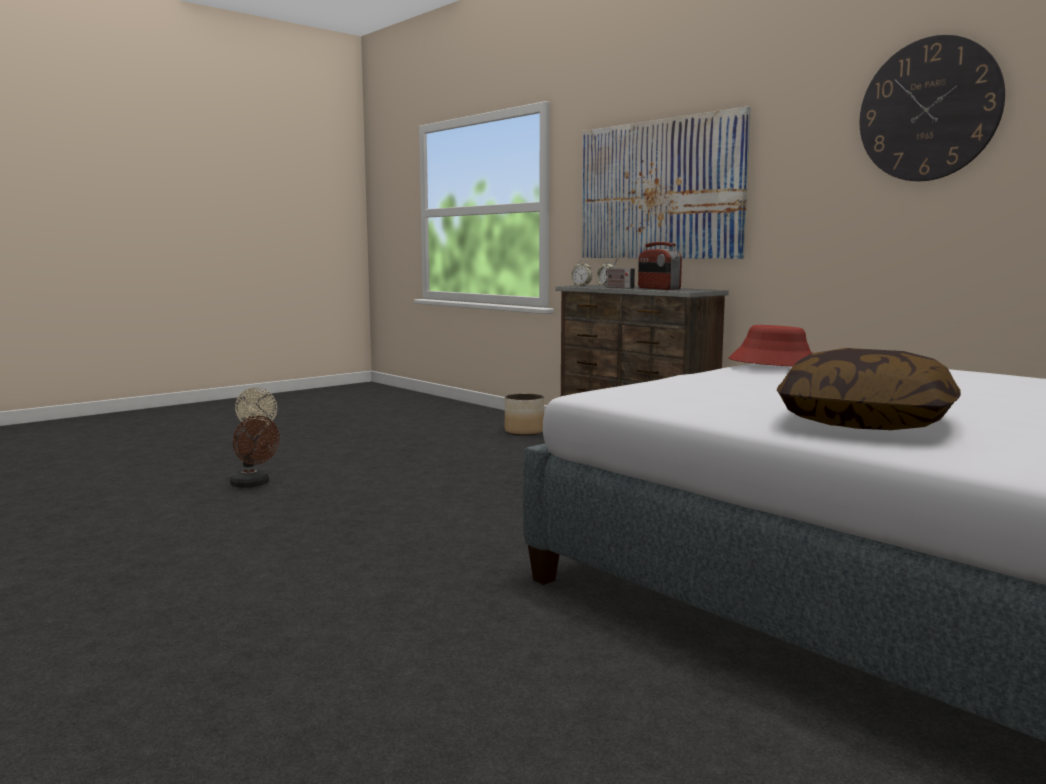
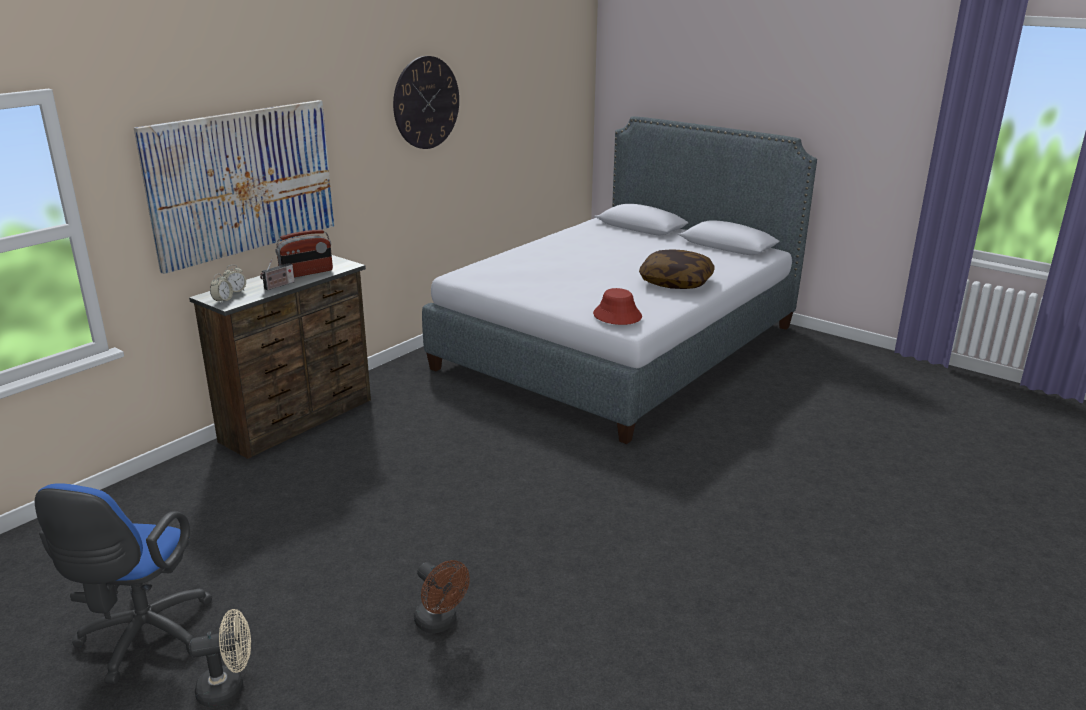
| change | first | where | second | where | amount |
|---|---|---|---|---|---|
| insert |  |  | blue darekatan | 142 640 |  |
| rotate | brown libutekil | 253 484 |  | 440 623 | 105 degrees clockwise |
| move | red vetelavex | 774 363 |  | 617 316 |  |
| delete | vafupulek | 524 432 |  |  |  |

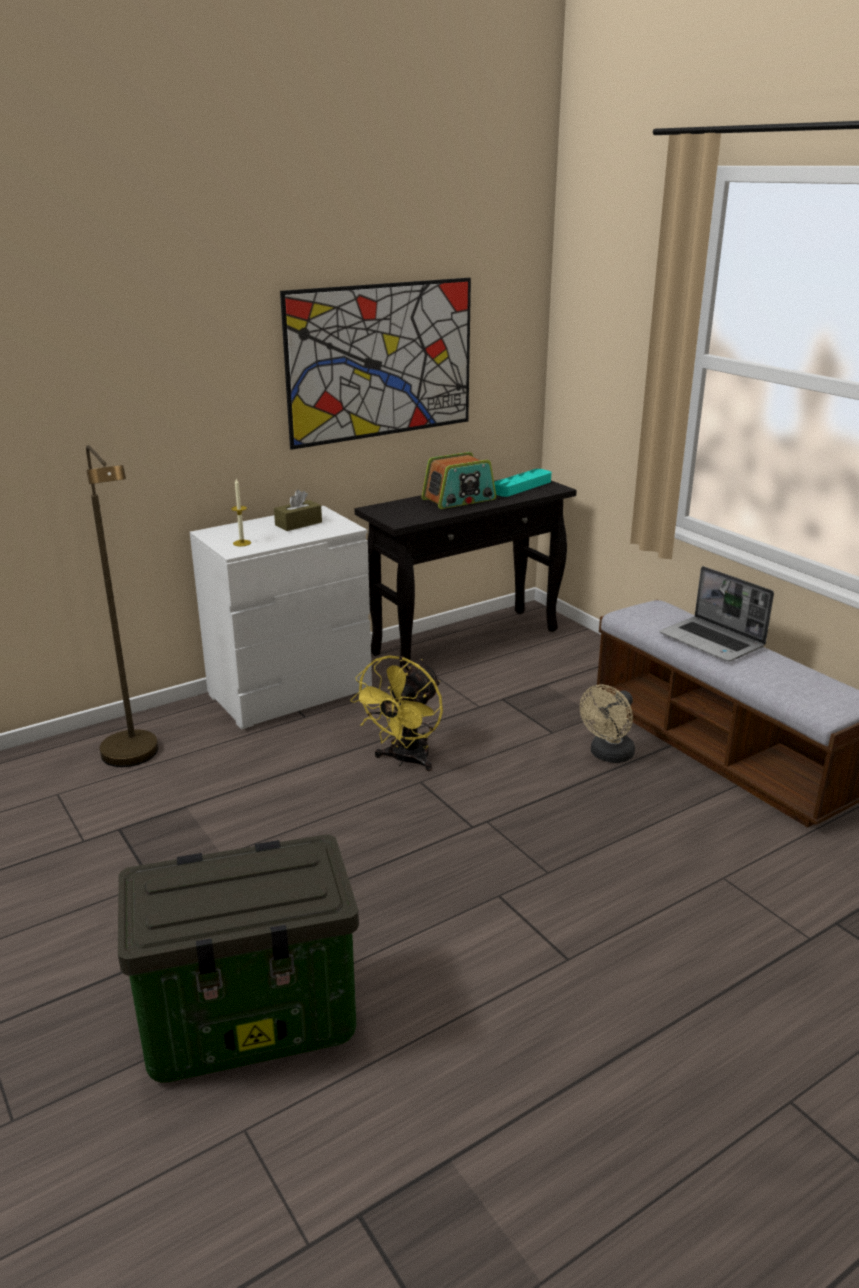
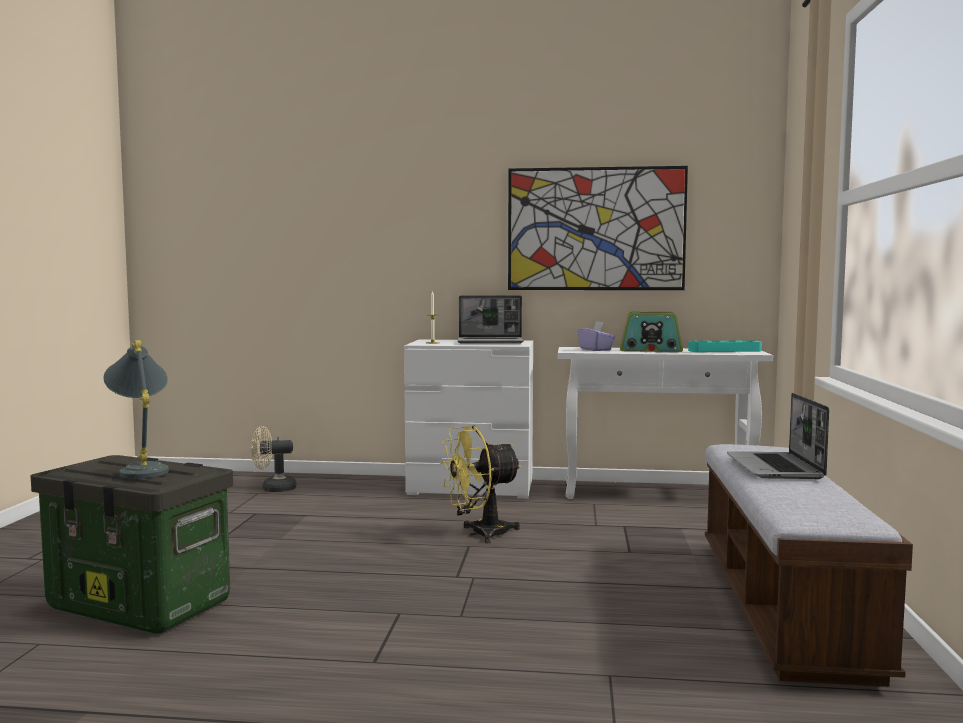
| change | first | where | second | where | amount |
|---|---|---|---|---|---|
| insert |  |  | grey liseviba | 142 469 |  |
| move | beige libutekil | 608 755 |  | 273 489 |  |
| replace | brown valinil | 298 524 | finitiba | 491 342 |  |
| recolor | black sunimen | 467 641 | white sunimen | 658 493 |  |
| insert |  |  | purple valinil | 596 349 |  |
| delete | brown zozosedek | 136 759 |  |  |  |

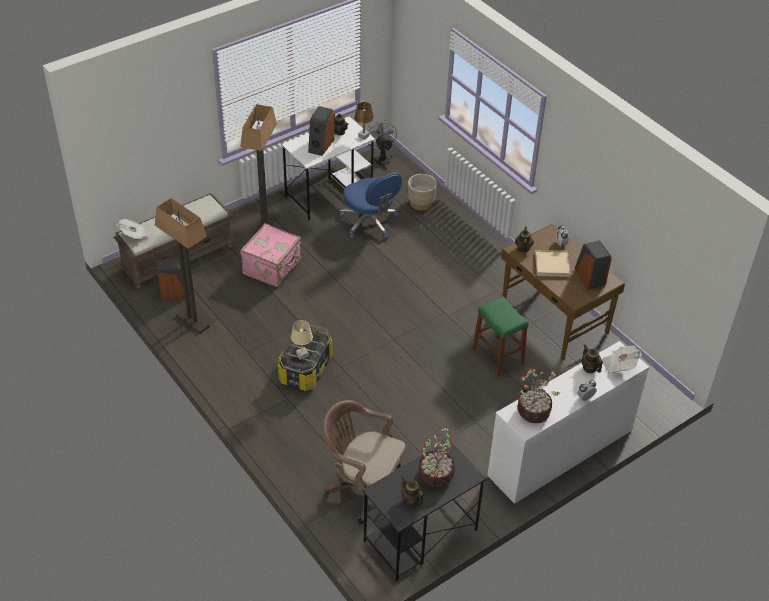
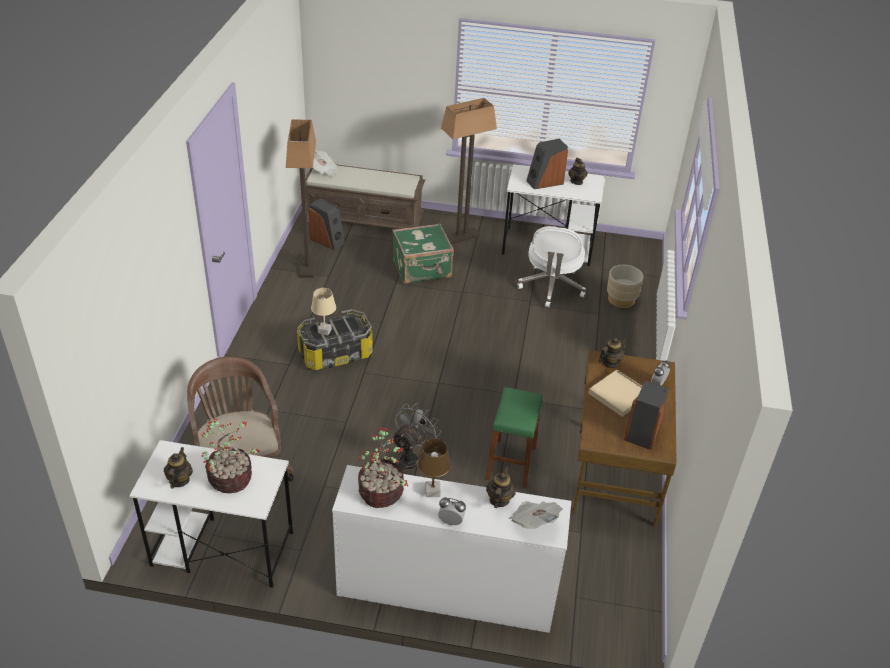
| change | first | where | second | where | amount |
|---|---|---|---|---|---|
| recolor | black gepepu | 419 536 | white gepepu | 221 549 |  |
| recolor | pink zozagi | 273 268 | green zozagi | 422 269 |  |
| move | grey libutekil | 381 159 |  | 411 459 |  |
| move | brown liseviba | 363 136 |  | 432 491 |  |
| recolor | blue darekatan | 370 223 | white darekatan | 551 287 |  |

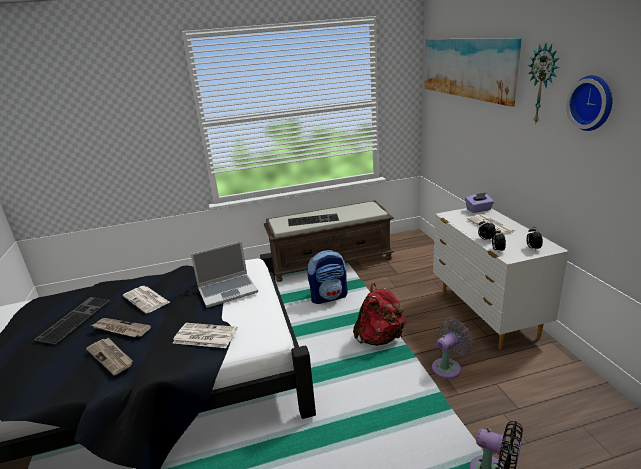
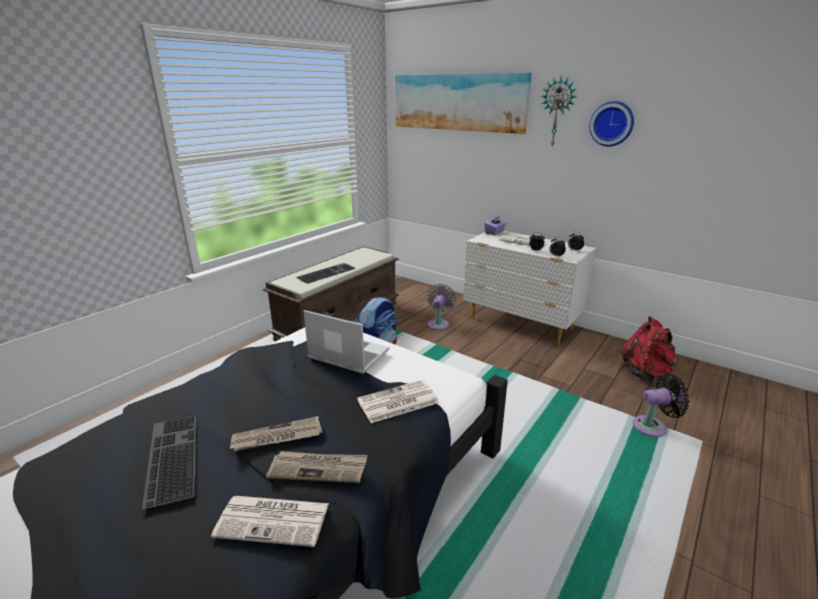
| change | first | where | second | where | amount |
|---|---|---|---|---|---|
| move | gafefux | 147 299 |  | 274 520 |  |
| rotate | finitiba | 228 290 |  | 347 355 | 90 degrees counterclockwise |
| move | grey libutekil | 448 367 |  | 439 324 |  |
| move | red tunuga | 379 338 |  | 646 373 |  |

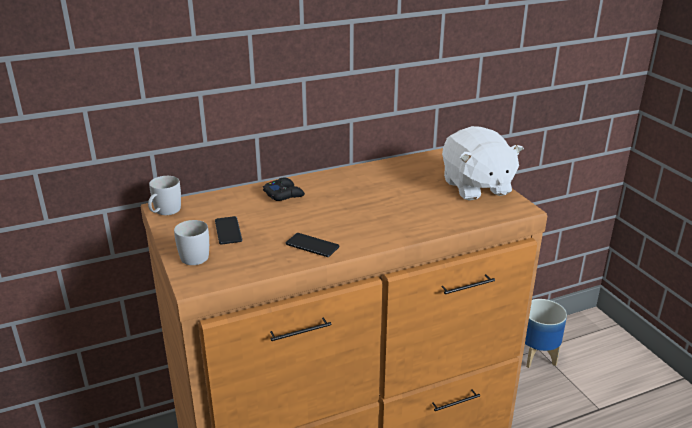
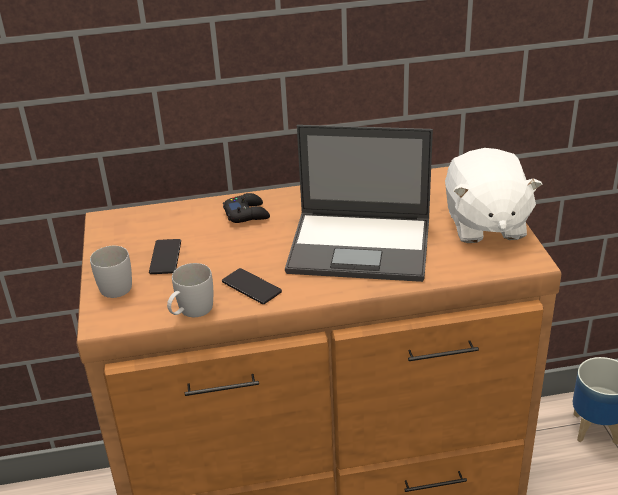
| change | first | where | second | where | amount |
|---|---|---|---|---|---|
| move | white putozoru | 164 212 |  | 191 311 |  |
| insert |  |  | finitiba | 362 246 |  |

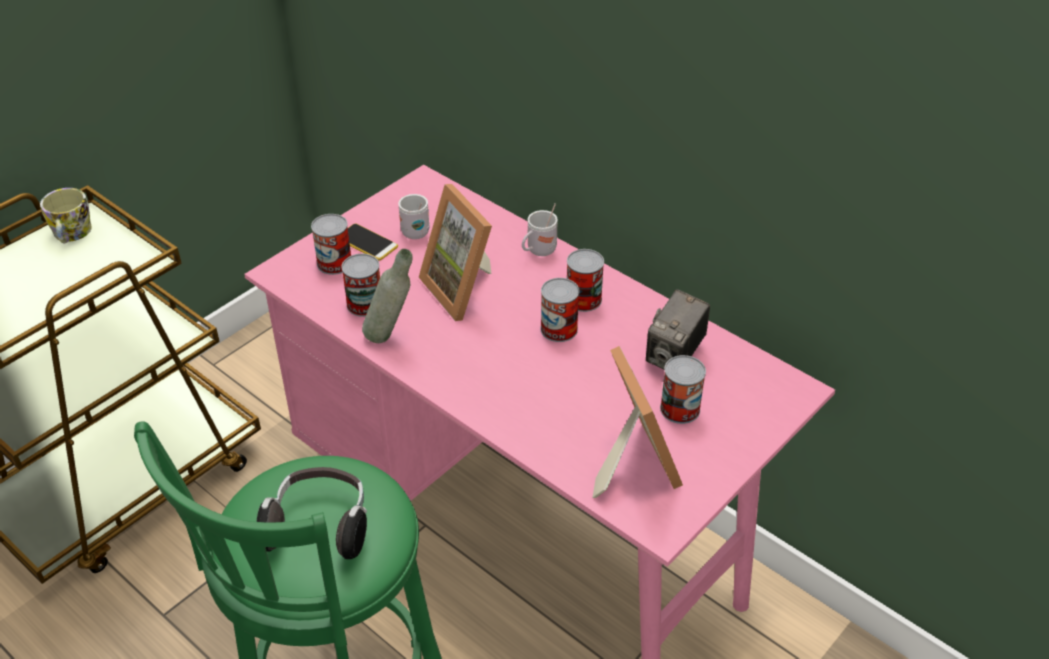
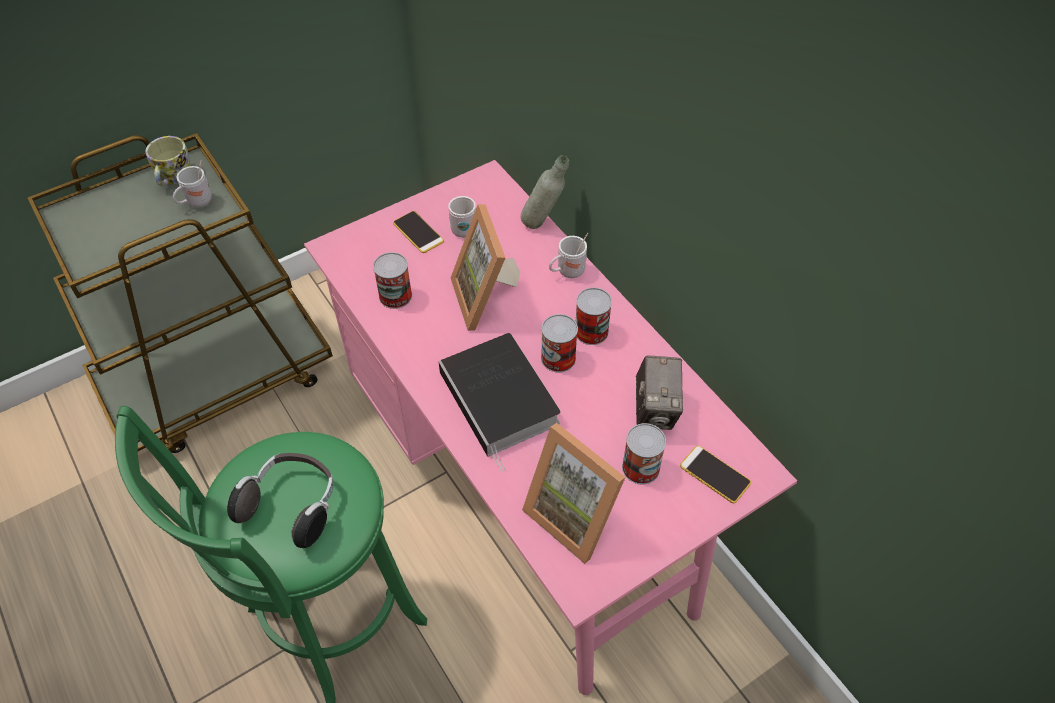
| change | first | where | second | where | amount |
|---|---|---|---|---|---|
| insert |  |  | white putozoru | 196 203 |  |
| insert |  |  | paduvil | 501 401 |  |
| move | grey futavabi | 391 336 |  | 543 225 |  |
| rotate | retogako | 631 462 |  | 576 514 | 135 degrees clockwise |
| rotate | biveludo | 674 356 |  | 655 410 | 45 degrees counterclockwise |
| insert |  |  | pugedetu | 715 474 |  |
| delete | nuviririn | 334 263 |  |  |  |

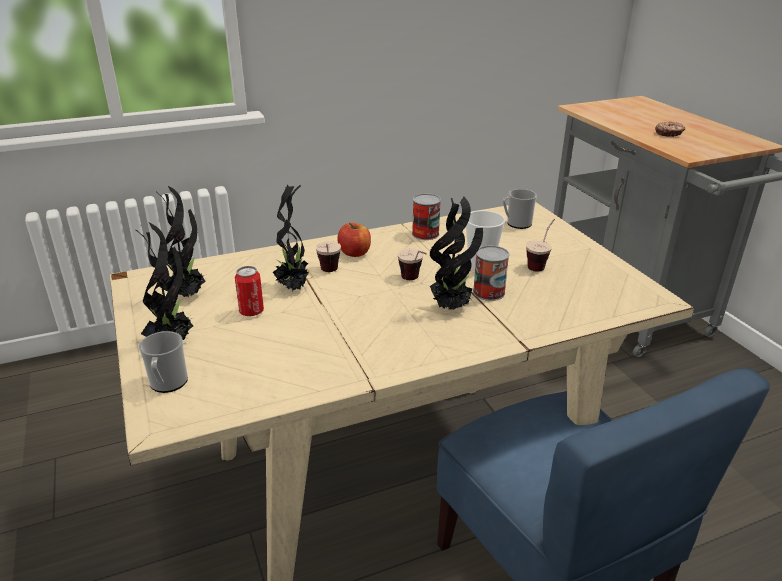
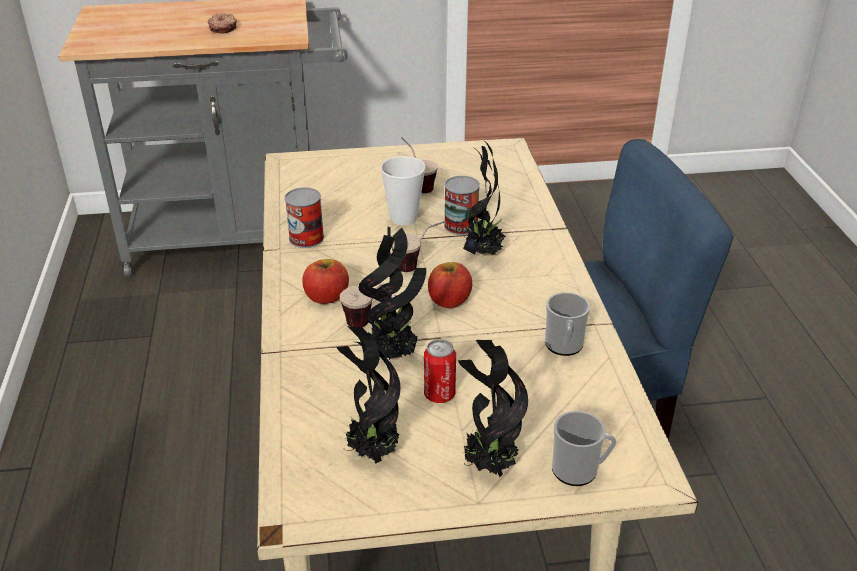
| change | first | where | second | where | amount |
|---|---|---|---|---|---|
| insert |  |  | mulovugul | 449 300 |  |
| move | putozoru | 516 224 |  | 564 347 |  |

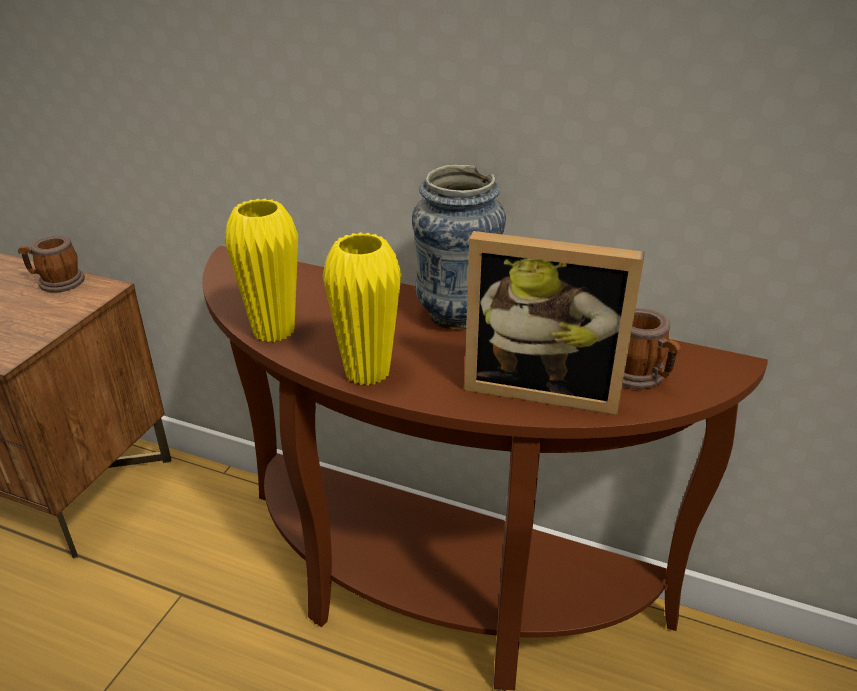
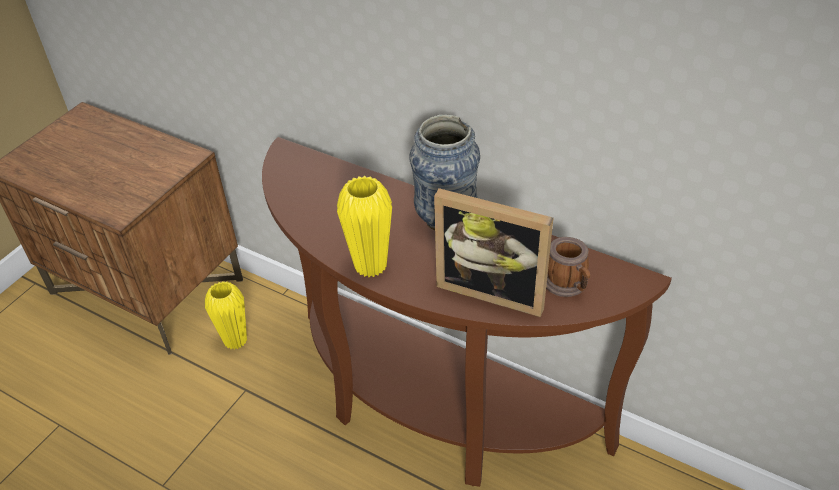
| change | first | where | second | where | amount |
|---|---|---|---|---|---|
| move | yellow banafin | 273 331 |  | 235 340 |  |
| delete | putozoru | 56 282 |  |  |  |

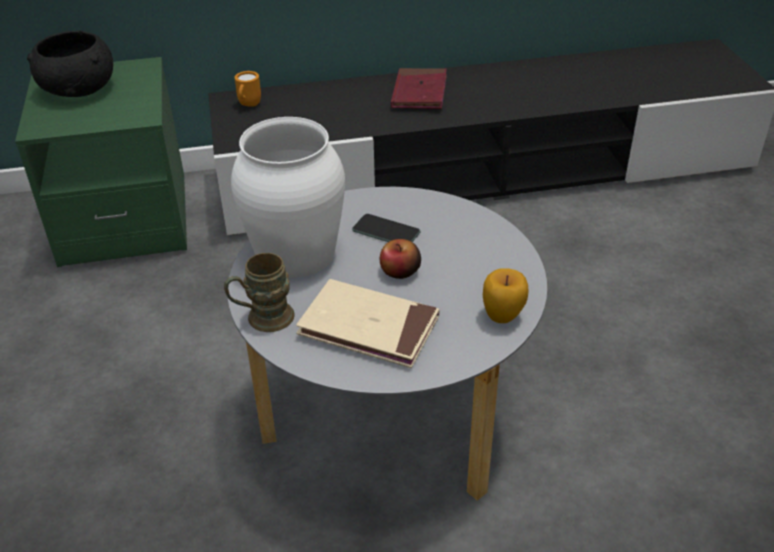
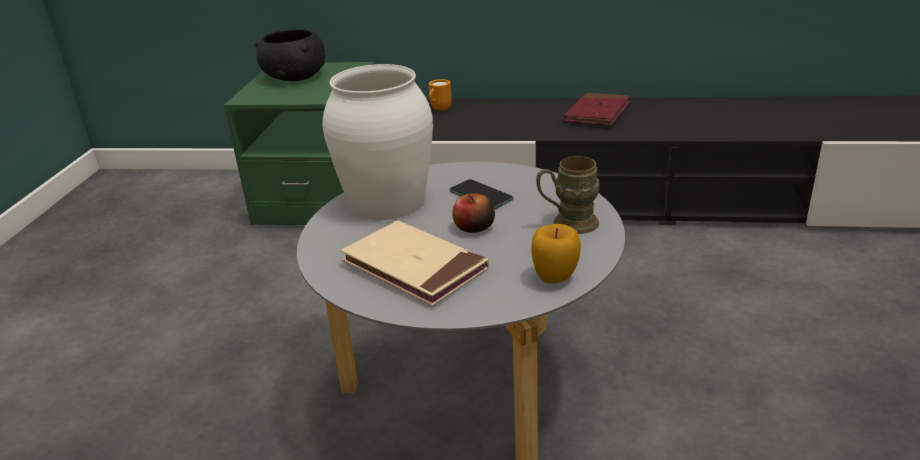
| change | first | where | second | where | amount |
|---|---|---|---|---|---|
| move | brown putozoru | 262 319 |  | 567 224 |  |

